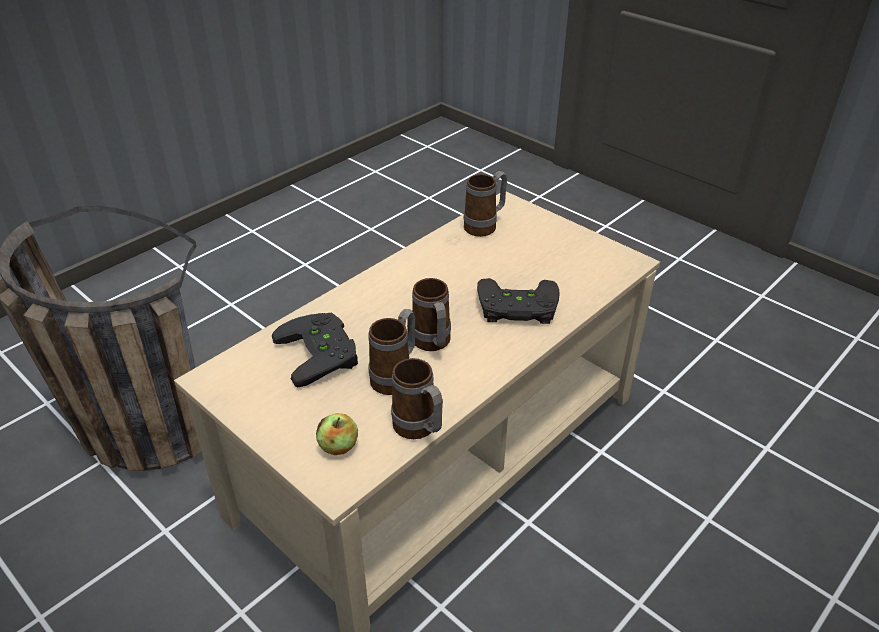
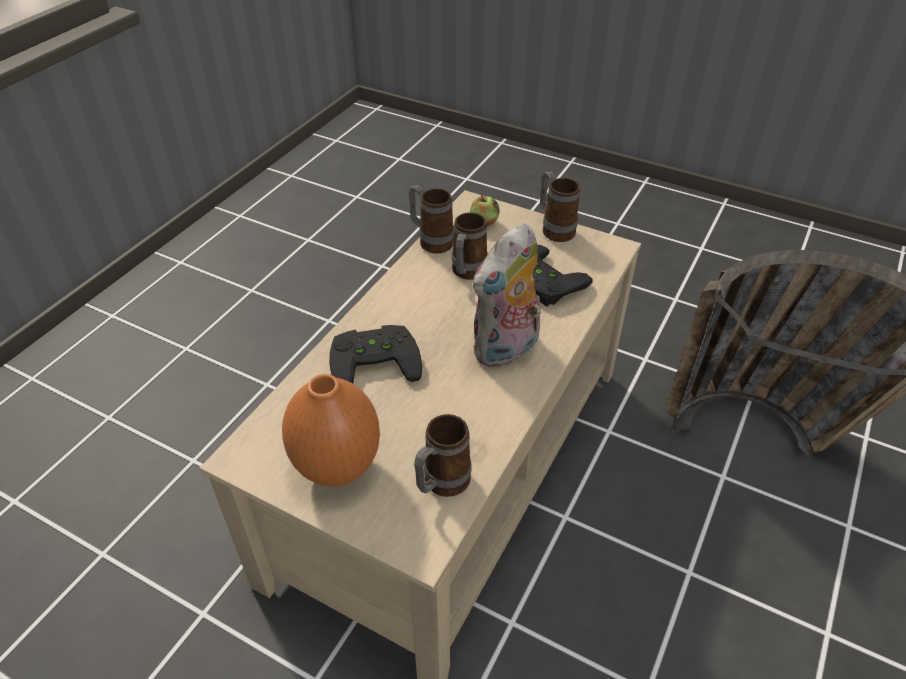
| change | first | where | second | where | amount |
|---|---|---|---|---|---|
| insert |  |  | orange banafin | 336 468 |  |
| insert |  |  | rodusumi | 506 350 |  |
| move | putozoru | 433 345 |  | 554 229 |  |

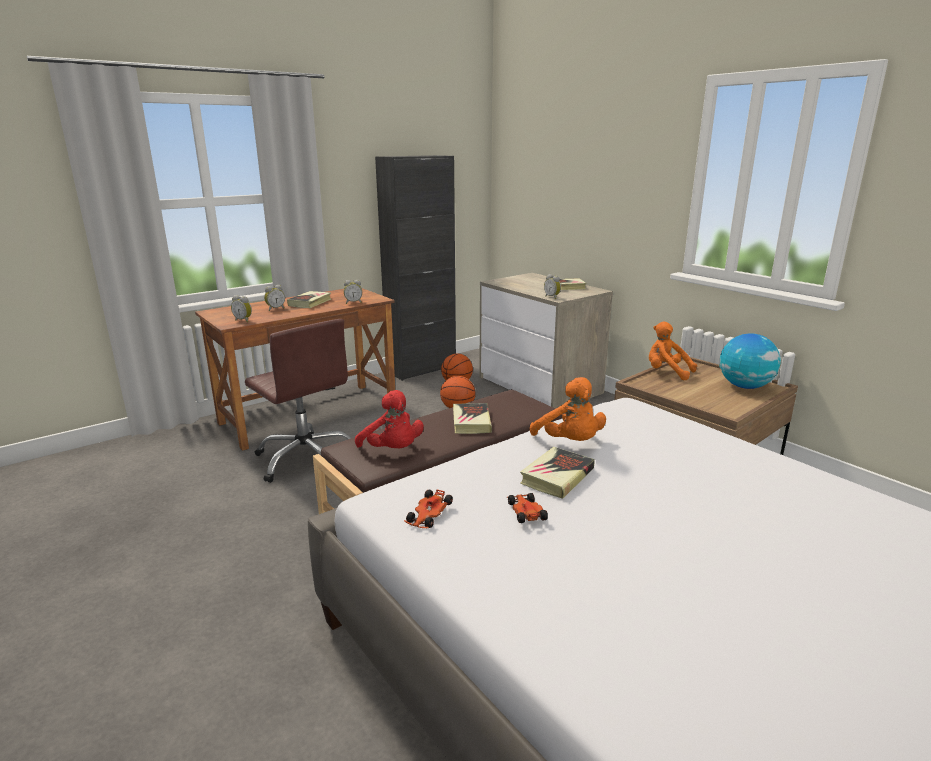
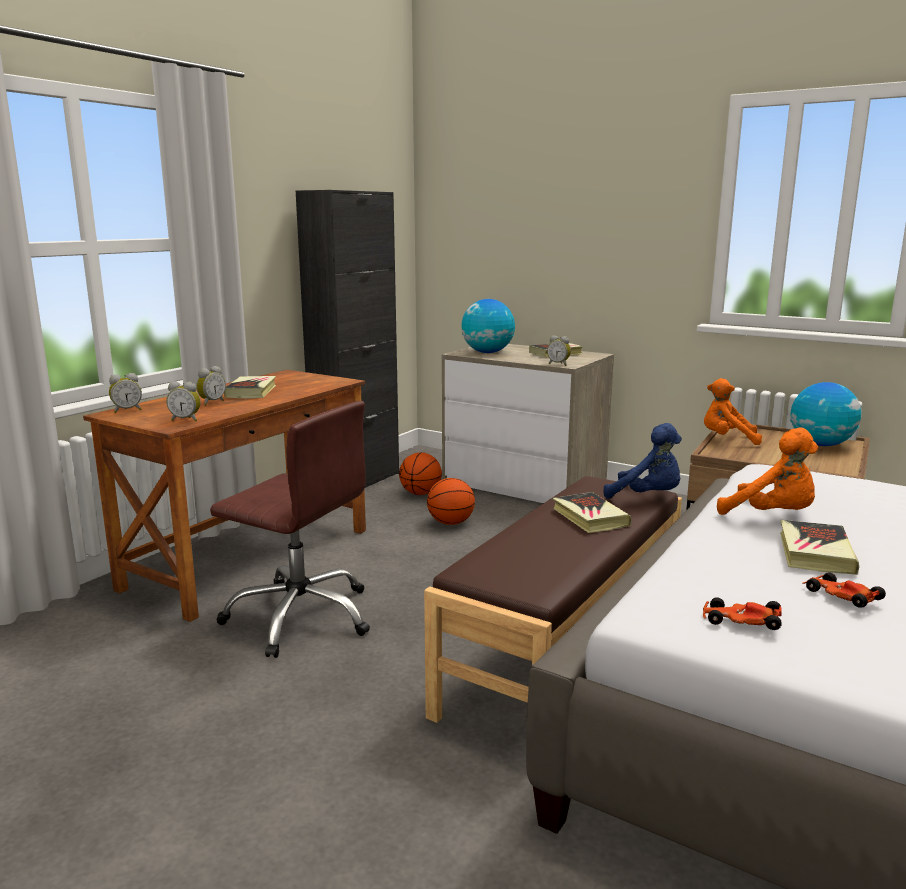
| change | first | where | second | where | amount |
|---|---|---|---|---|---|
| move | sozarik | 353 302 |  | 127 410 |  |
| insert |  |  | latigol | 487 352 |  |
| insert |  |  | blue rodusumi | 647 497 |  |
| rotate | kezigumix | 428 515 |  | 740 621 | 105 degrees clockwise |
| delete | red rodusumi | 392 450 |  |  |  |

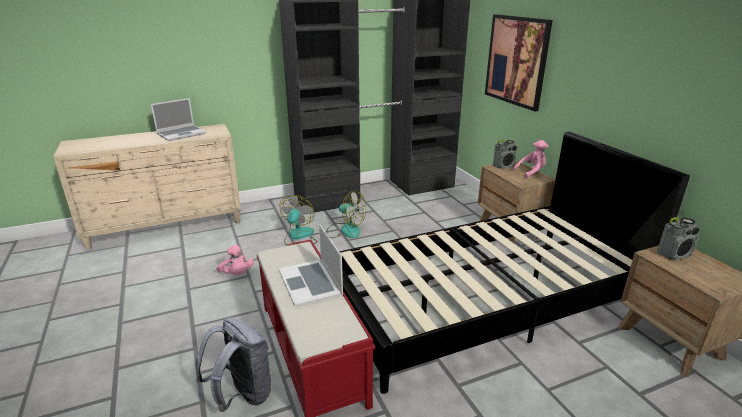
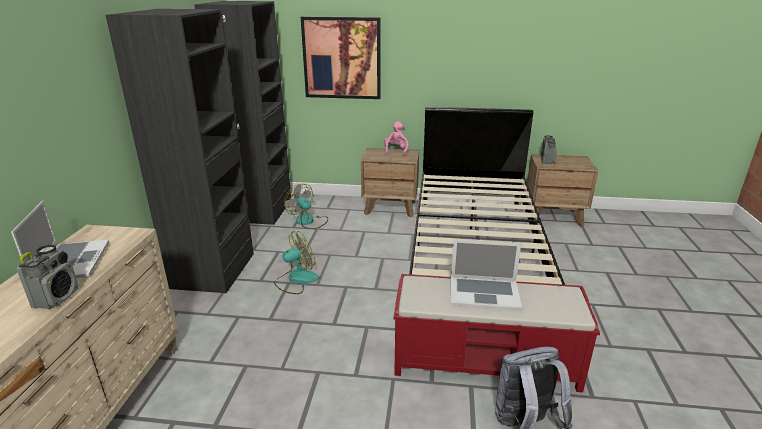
| change | first | where | second | where | amount |
|---|---|---|---|---|---|
| move | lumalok | 504 166 |  | 57 298 |  |
| move | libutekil | 299 237 |  | 308 221 |  |
| delete | pink rodusumi | 237 274 |  |  |  |

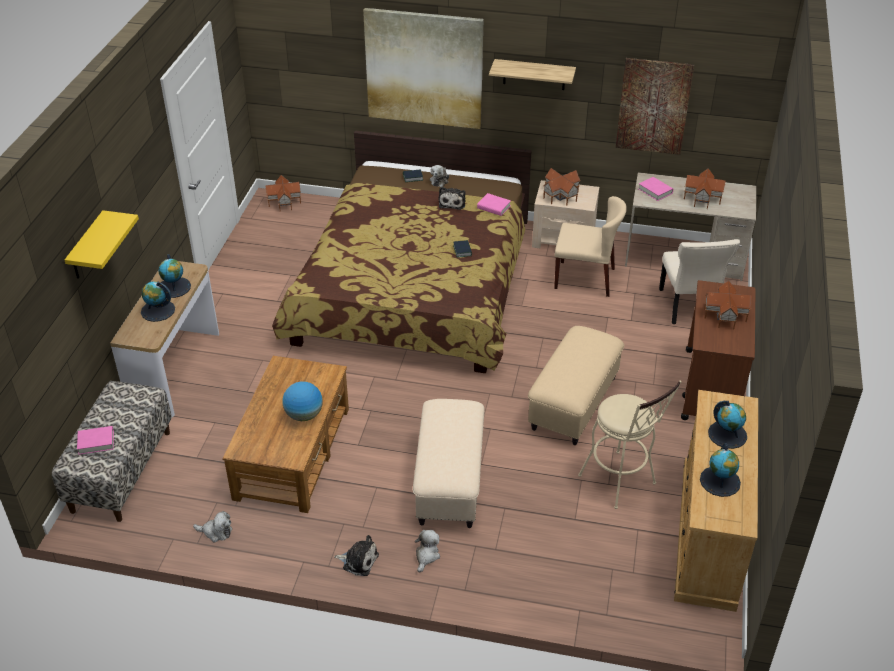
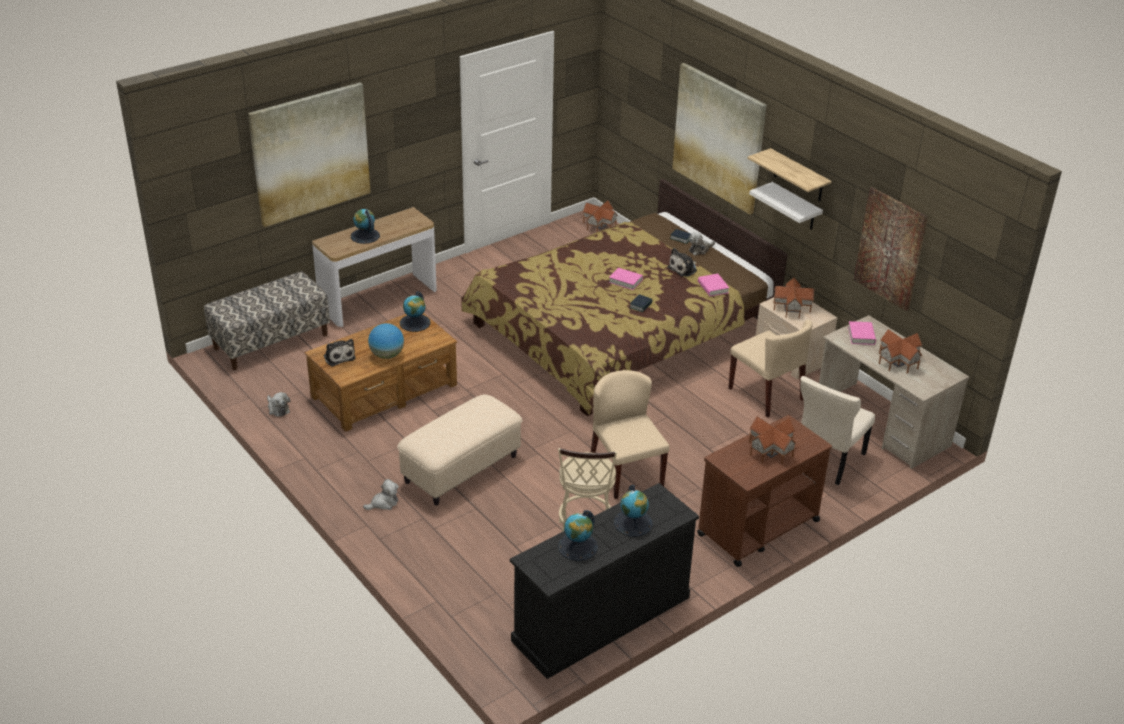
| change | first | where | second | where | amount |
|---|---|---|---|---|---|
| replace | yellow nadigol | 87 247 | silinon | 310 153 |  |
| move | rodusumi | 358 560 |  | 338 357 |  |
| move | latigol | 174 287 |  | 415 323 |  |
| recolor | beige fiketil | 708 534 | black fiketil | 601 619 |  |
| replace | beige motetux | 573 403 | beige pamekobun | 625 473 |  |
| move | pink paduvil | 96 442 |  | 625 281 |  |
| insert |  |  | white nadigol | 795 207 |  |

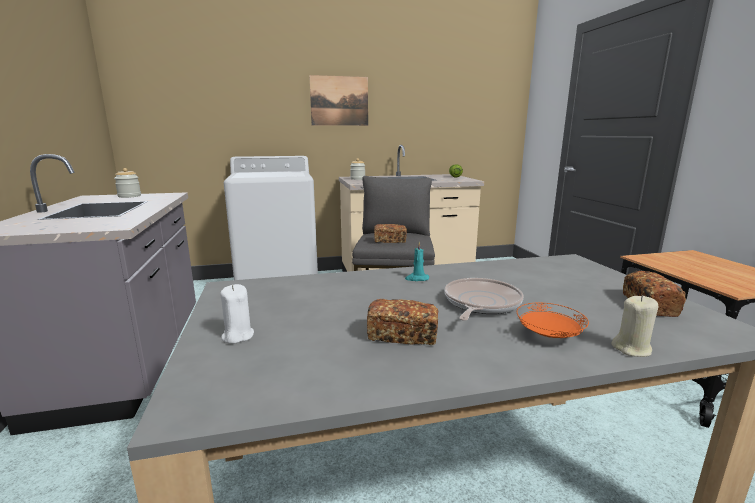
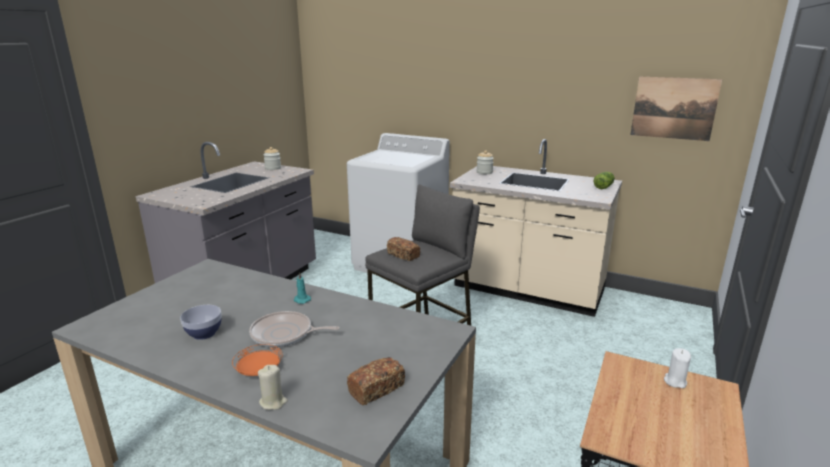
| change | first | where | second | where | amount |
|---|---|---|---|---|---|
| replace | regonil | 402 335 | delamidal | 204 333 |  |
| rotate | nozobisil | 480 303 |  | 285 334 | 150 degrees counterclockwise |
| move | silinon | 339 101 |  | 674 108 |  |
| move | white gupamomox | 237 336 |  | 675 381 |  |

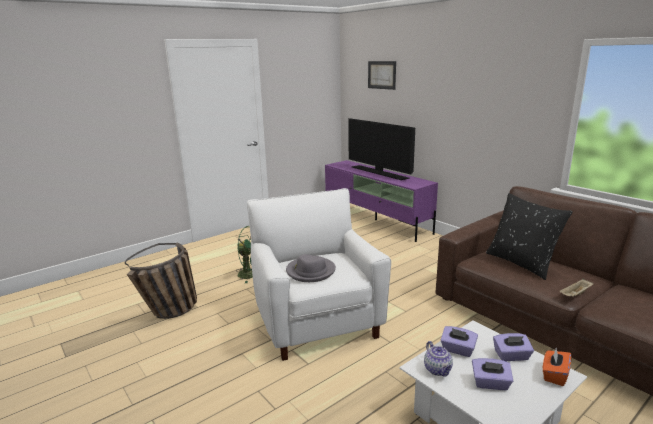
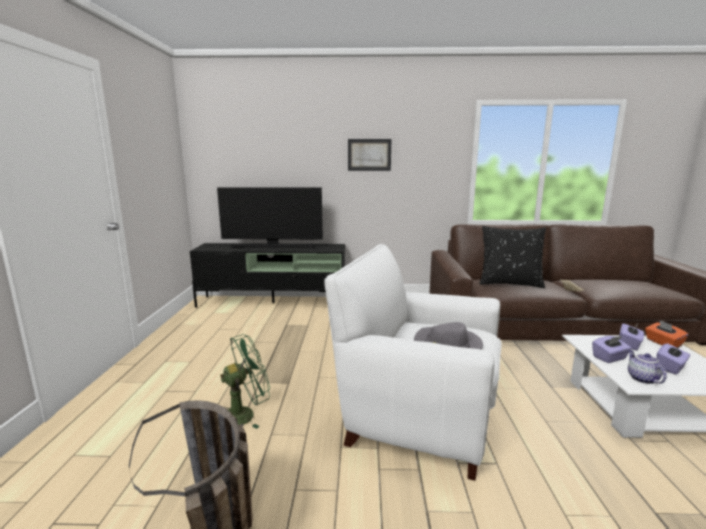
| change | first | where | second | where | amount |
|---|---|---|---|---|---|
| recolor | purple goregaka | 376 220 | black goregaka | 274 302 |  |
| move | silinon | 382 75 |  | 369 154 |  |
| rotate | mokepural | 438 370 |  | 641 378 | 120 degrees counterclockwise |

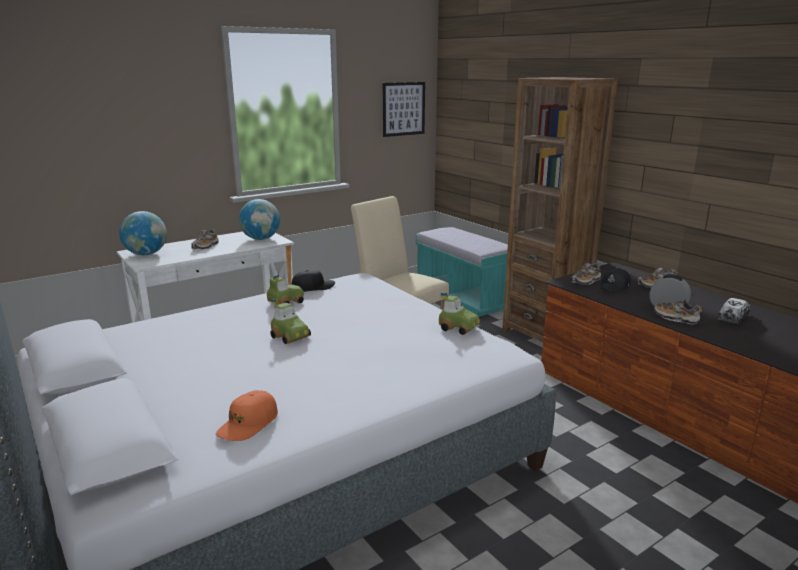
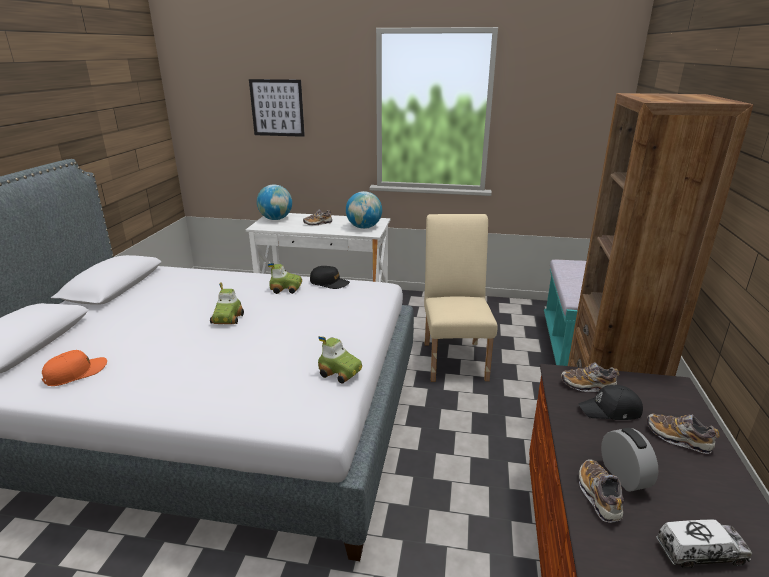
| change | first | where | second | where | amount |
|---|---|---|---|---|---|
| rotate | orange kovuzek | 248 424 |  | 76 373 | 150 degrees clockwise |
| move | silinon | 403 109 |  | 277 108 |  |
| rotate | kezigumix | 459 328 |  | 341 372 | 45 degrees counterclockwise |

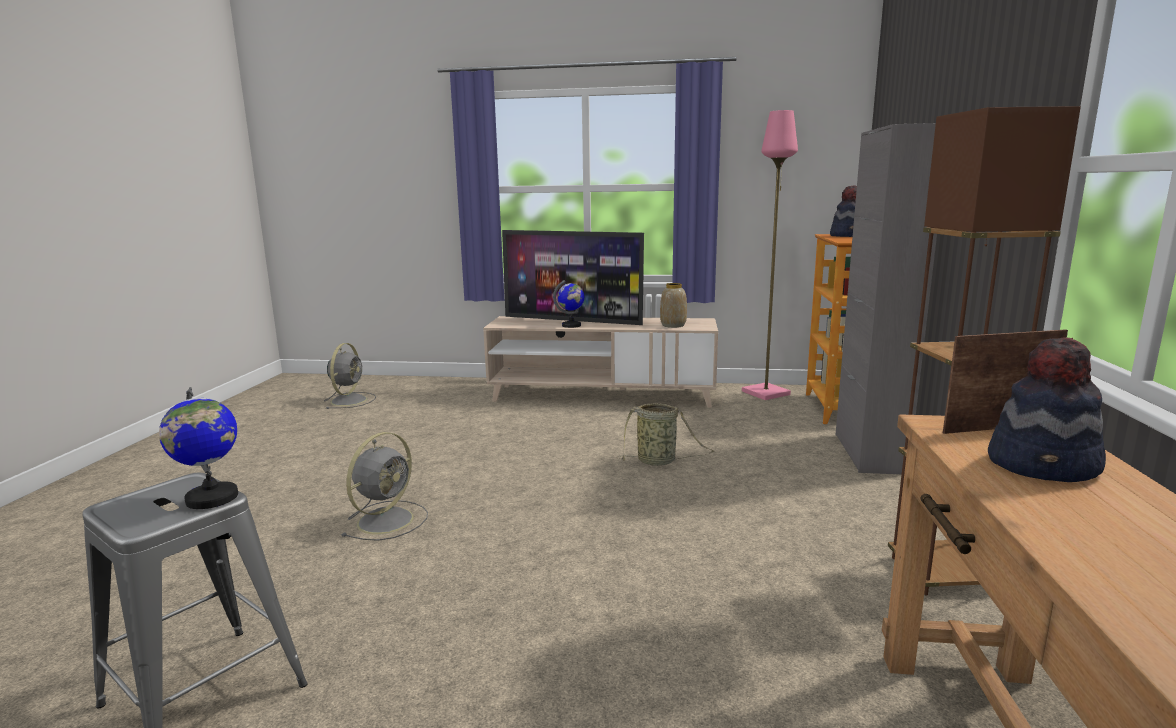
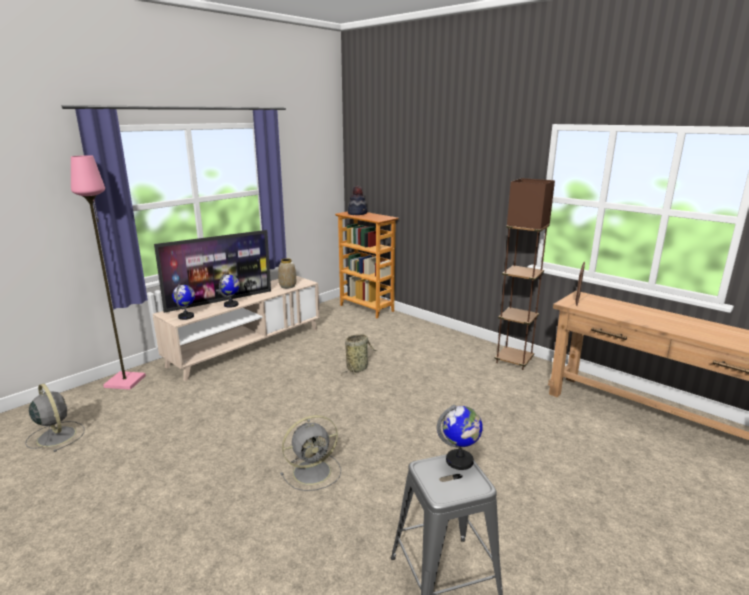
| change | first | where | second | where | amount |
|---|---|---|---|---|---|
| move | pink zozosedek | 766 393 |  | 126 381 |  |
| insert |  |  | latigol | 186 316 |  |
| rotate | grey libutekil | 387 519 |  | 313 471 | 90 degrees clockwise |
| delete | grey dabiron | 869 453 |  |  |  |
| delete | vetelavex | 1044 465 |  |  |  |

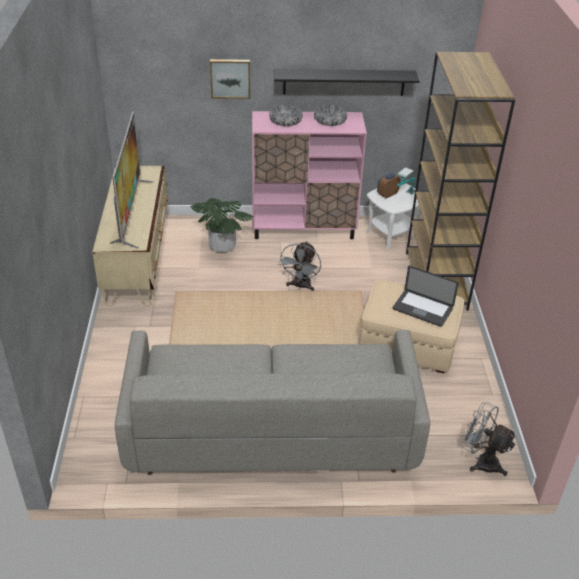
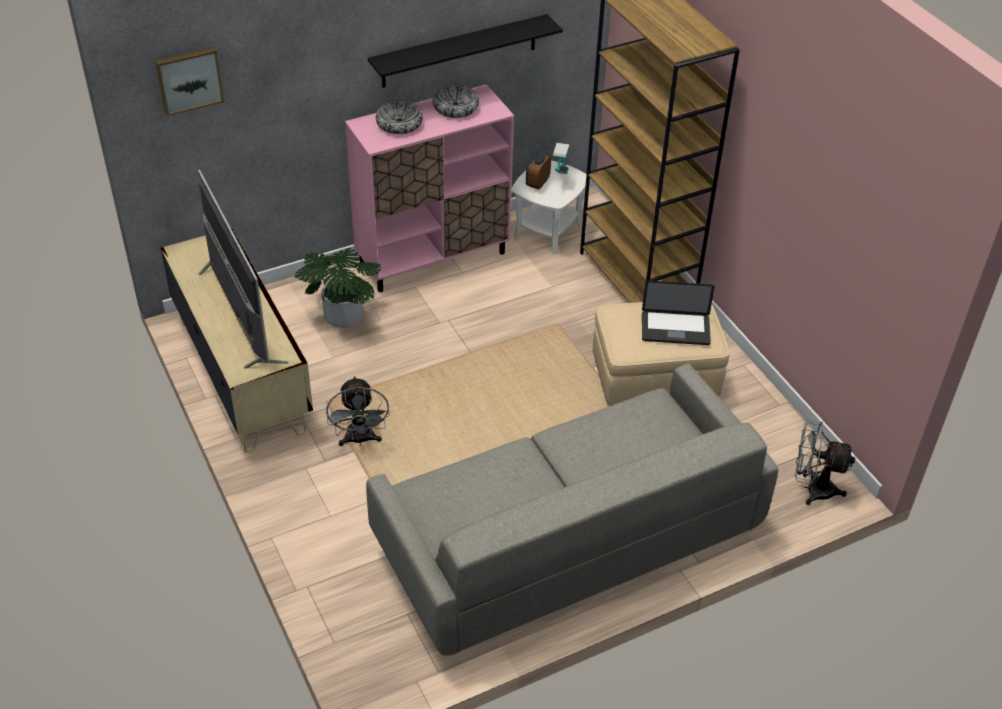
| change | first | where | second | where | amount |
|---|---|---|---|---|---|
| move | silinon | 230 78 |  | 189 80 |  |
| move | grey libutekil | 300 286 |  | 360 440 |  |

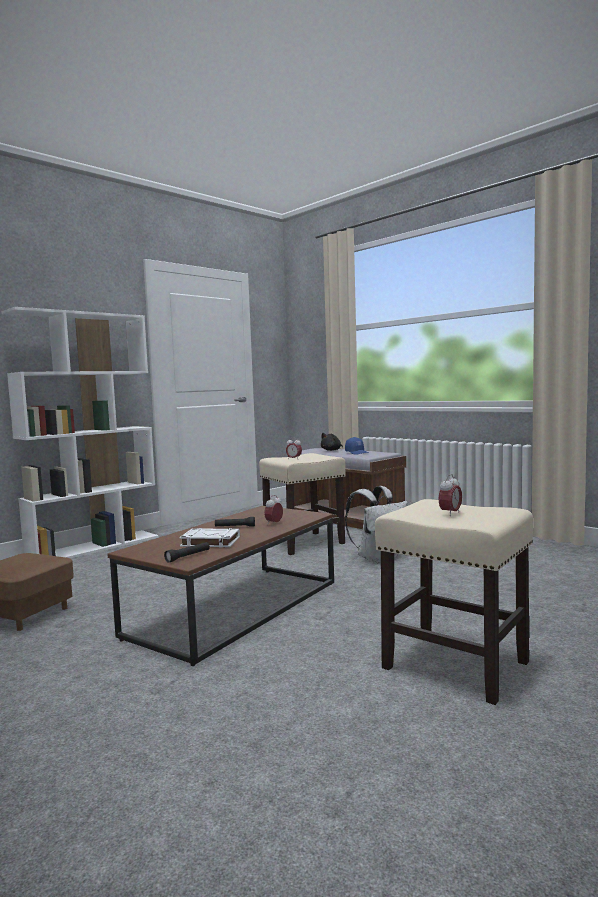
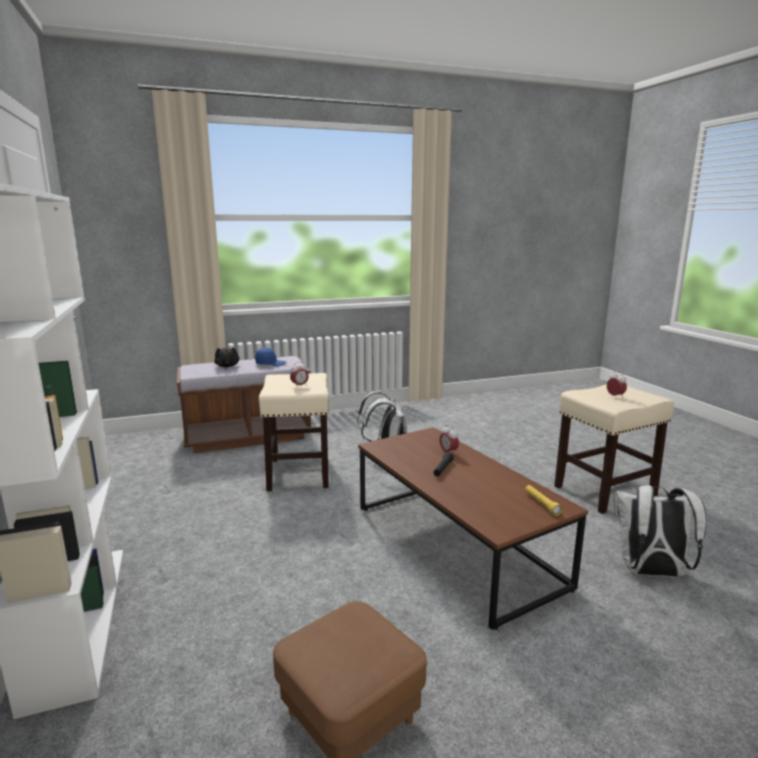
| change | first | where | second | where | amount |
|---|---|---|---|---|---|
| recolor | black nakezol | 188 556 | yellow nakezol | 541 504 |  |
| insert |  |  | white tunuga | 650 572 |  |
| delete | white paduvil | 209 542 |  |  |  |

